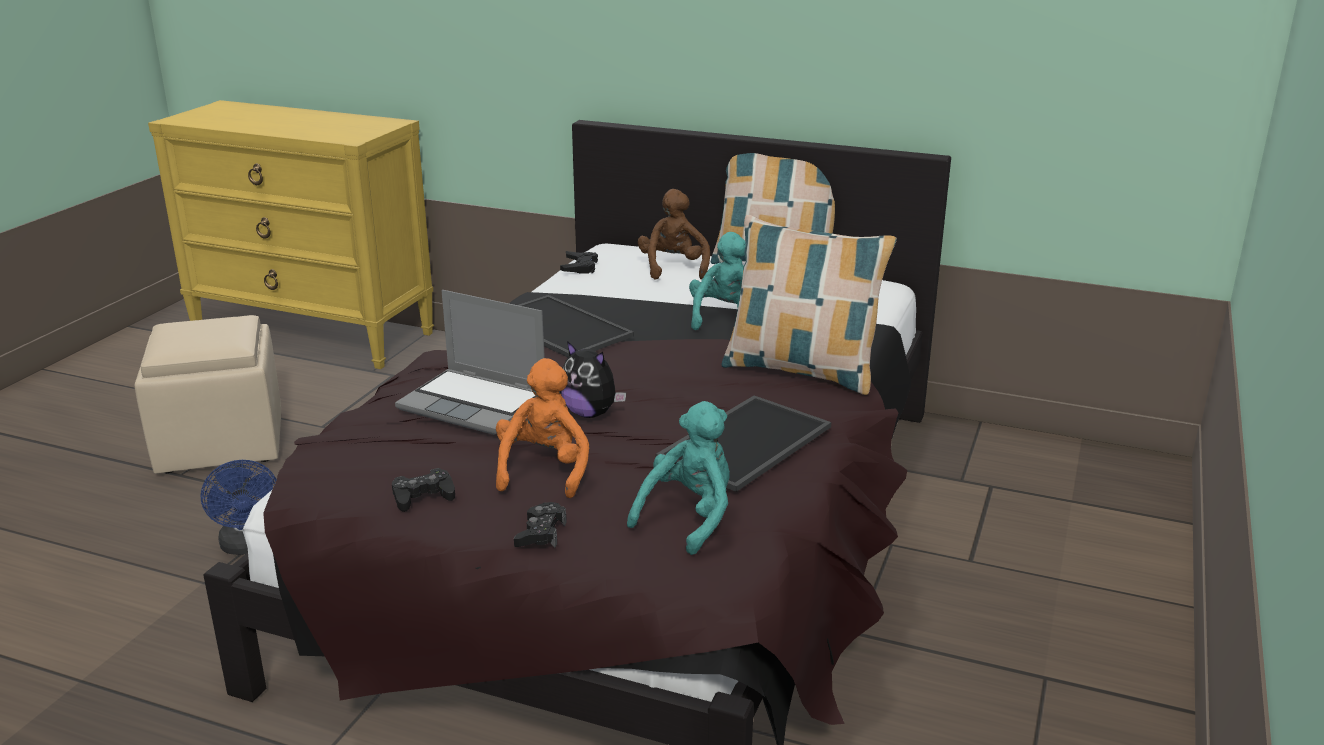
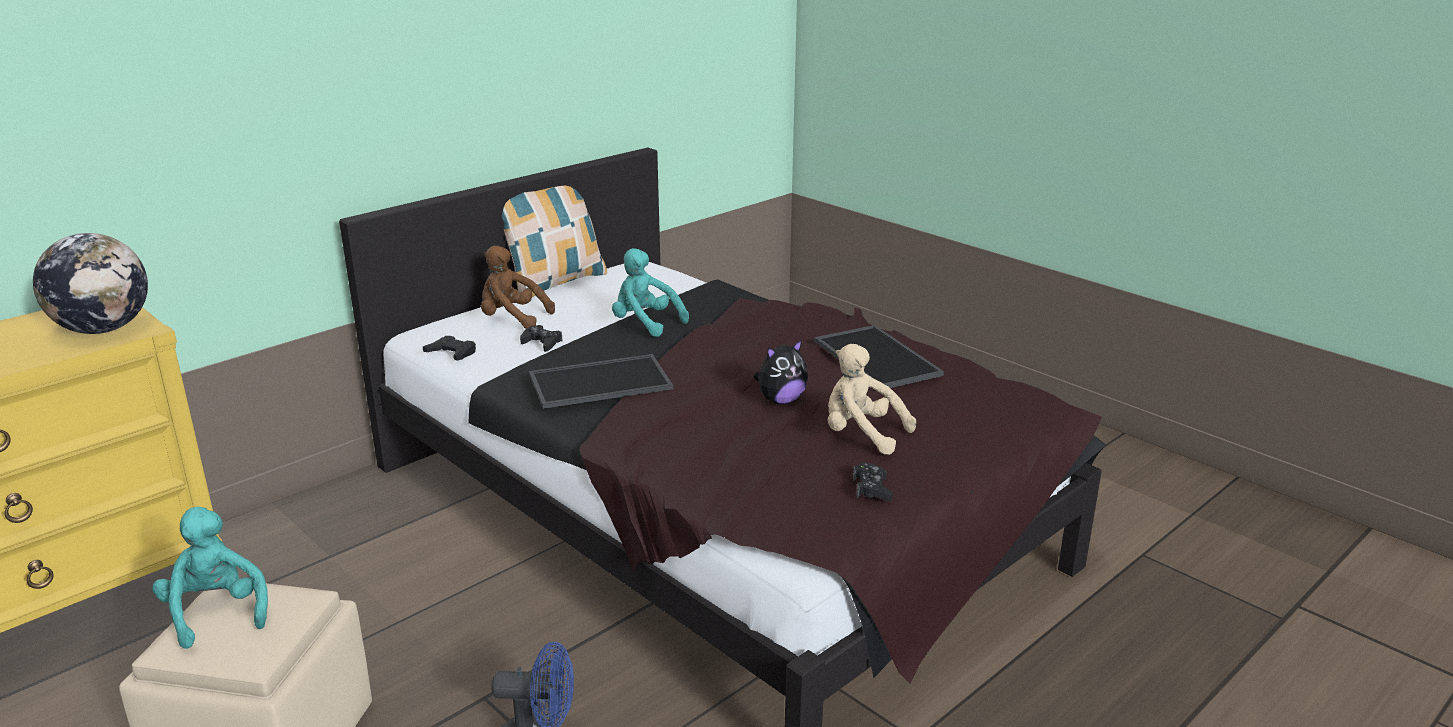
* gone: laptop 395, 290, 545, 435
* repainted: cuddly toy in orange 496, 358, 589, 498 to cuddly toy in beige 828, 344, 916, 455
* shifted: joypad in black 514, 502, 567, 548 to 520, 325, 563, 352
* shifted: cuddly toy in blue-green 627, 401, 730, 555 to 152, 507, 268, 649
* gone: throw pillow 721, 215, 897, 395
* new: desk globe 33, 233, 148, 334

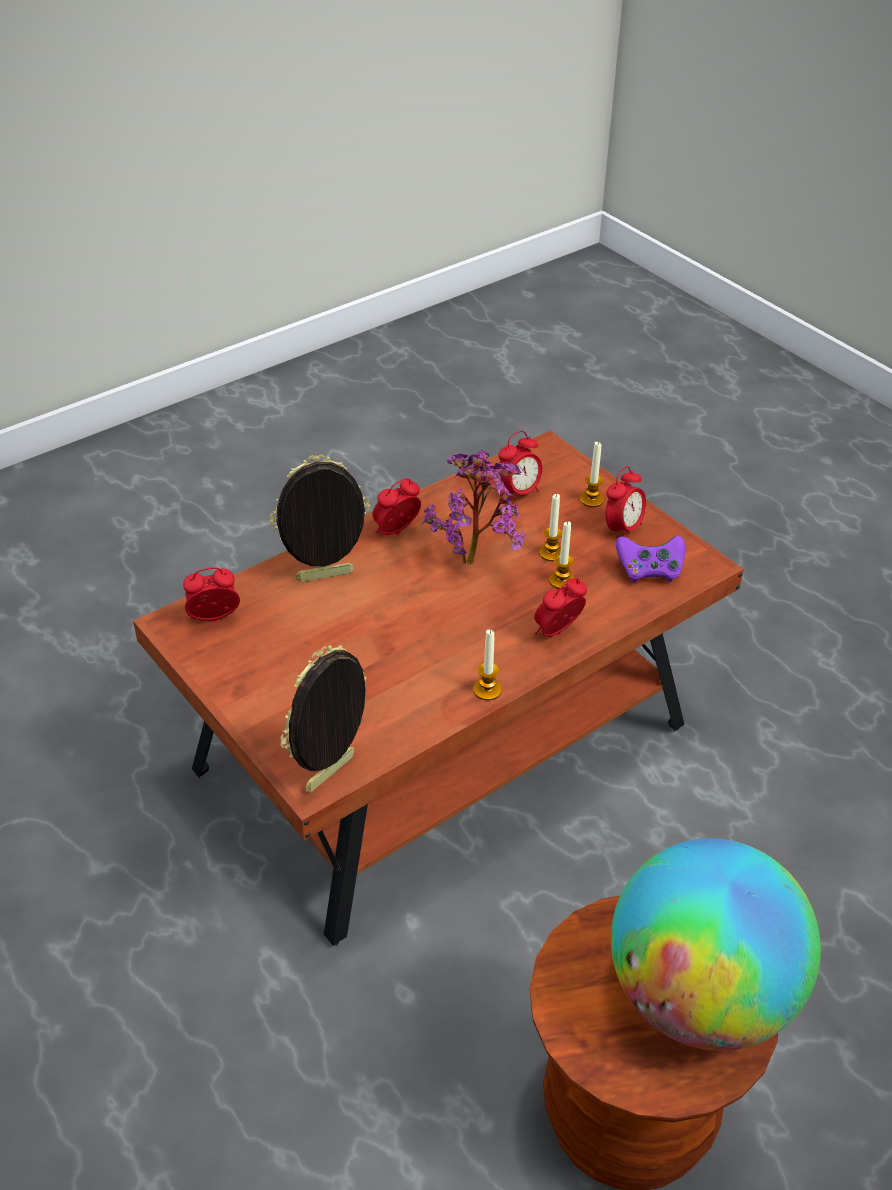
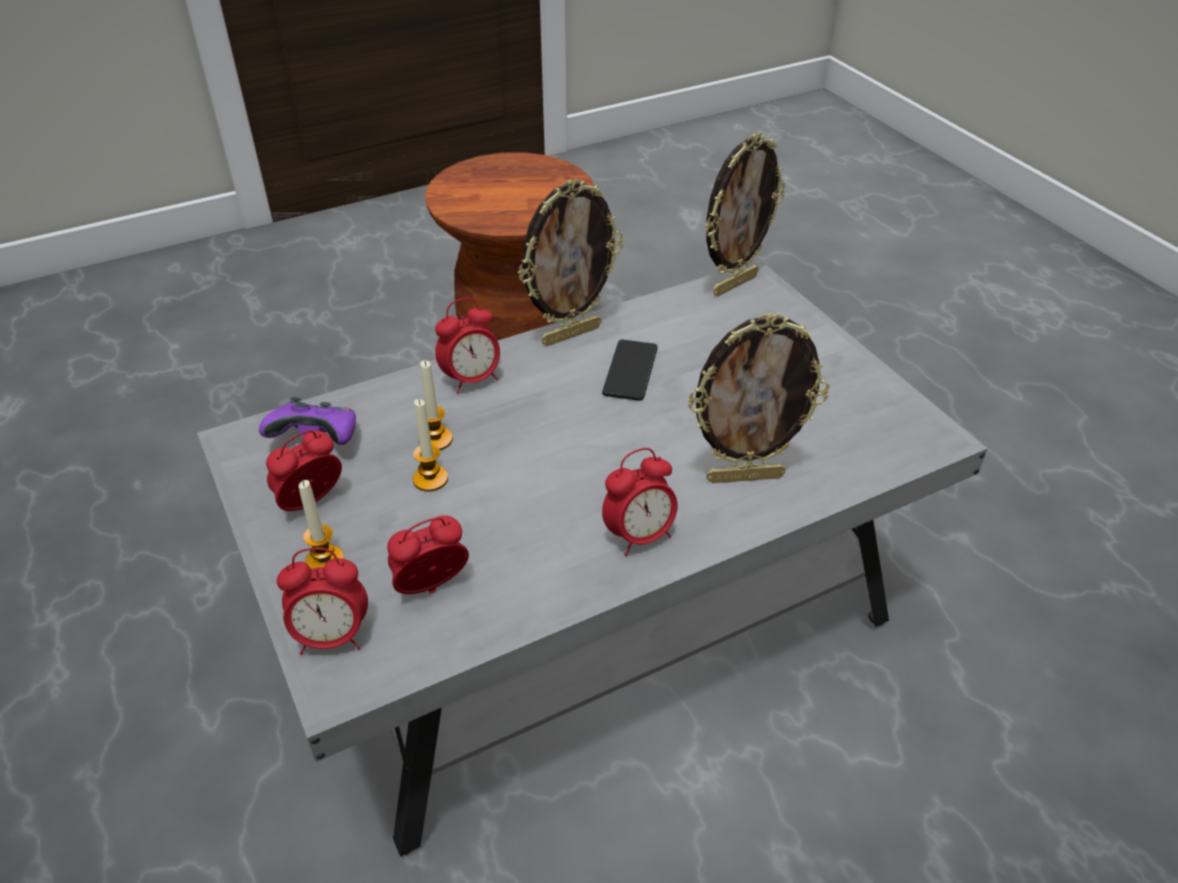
* repainted: coffee table in brown-coloured 133, 430, 744, 945 to coffee table in greyish 197, 260, 988, 857
* shifted: table clock 183, 567, 240, 623 to 277, 548, 368, 655
* gone: plant in a pot 422, 450, 526, 564
* swapped: wax candle 473, 630, 502, 700 to picture frame 518, 179, 623, 346
* gone: desk globe 611, 838, 821, 1051
* new: handset 602, 340, 658, 401

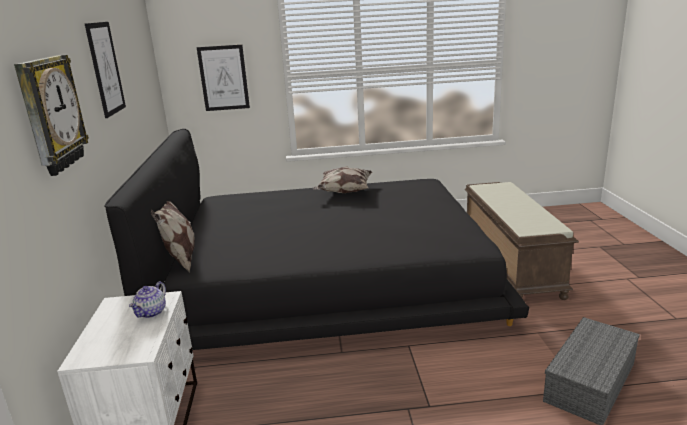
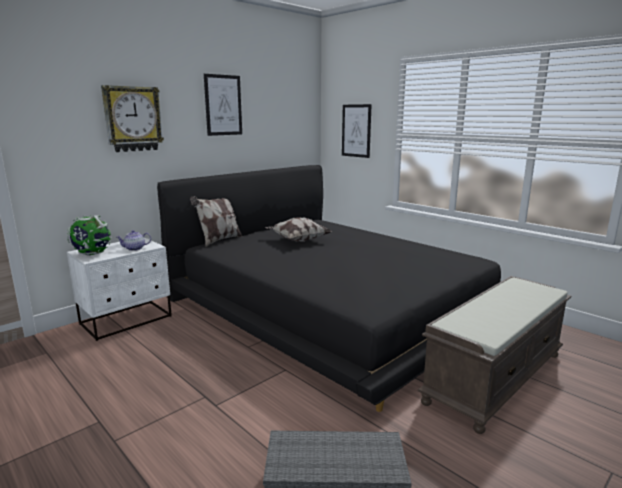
* shifted: throw pillow 313, 166, 372, 193 to 265, 217, 332, 242
* new: desk globe 67, 215, 112, 256

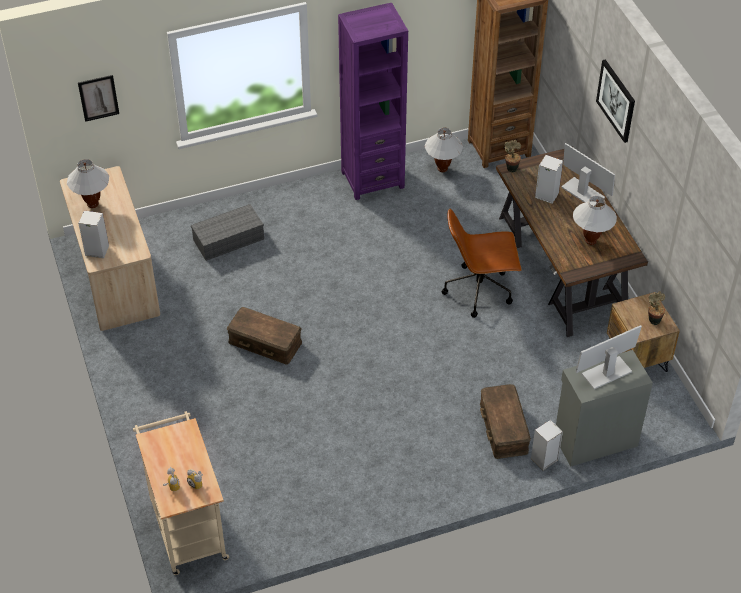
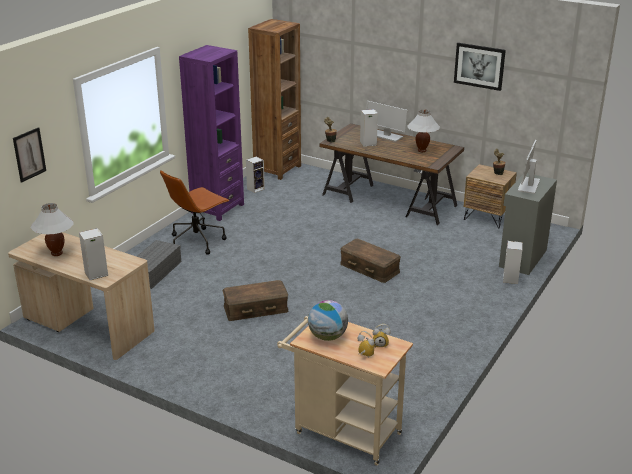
* swapped: table lamp in whitish 424, 128, 463, 172 to loudspeaker 246, 156, 265, 193
* shifted: desk chair in brown-coloured 441, 208, 522, 318 to 160, 170, 230, 255
* shifted: storage bin in brown-coloured 480, 384, 531, 459 to 340, 239, 401, 283
* rotated: monitor 561, 143, 615, 206 = 366, 101, 408, 142 150 degrees counterclockwise
* shifted: wall art 596, 59, 635, 143 to 454, 43, 506, 91
* new: desk globe 308, 300, 348, 341

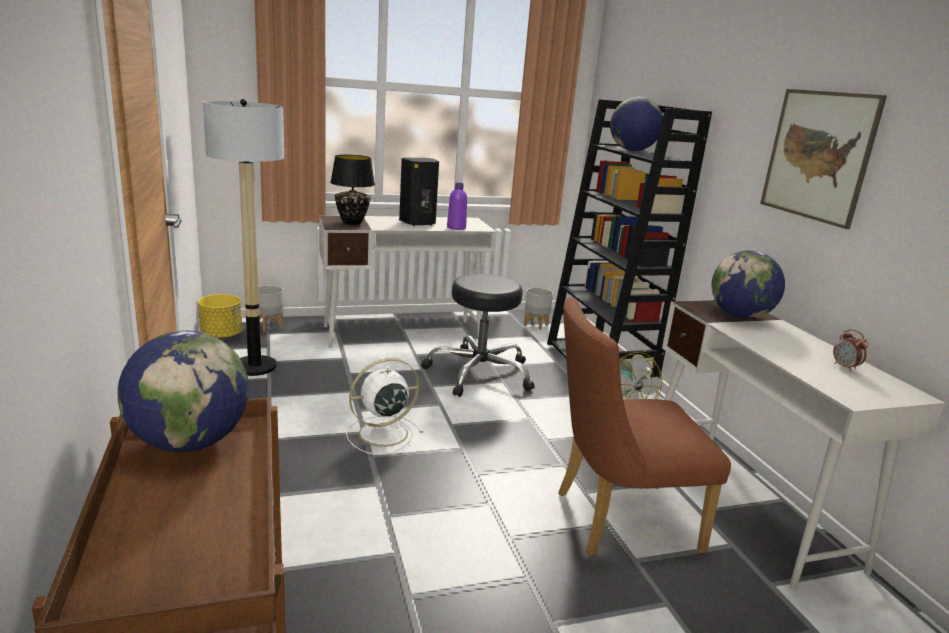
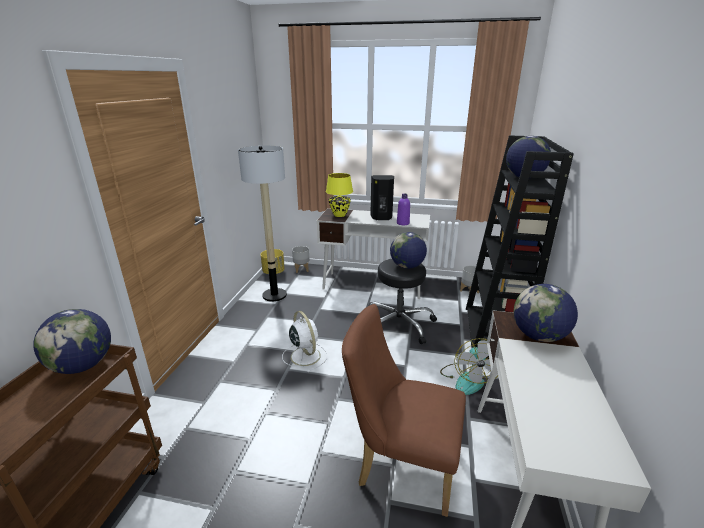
* repainted: table lamp in black 330, 155, 375, 225 to table lamp in yellow 326, 173, 353, 217
* rotated: cooling fan in whitish 346, 358, 423, 455 = 282, 311, 327, 372 60 degrees clockwise
* gone: wall art 760, 89, 887, 229
* gone: table clock 833, 329, 868, 371
* new: desk globe 390, 232, 427, 269

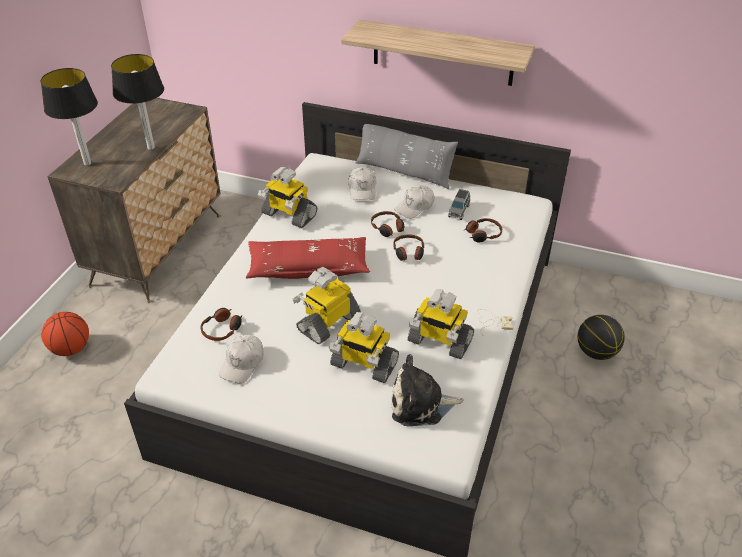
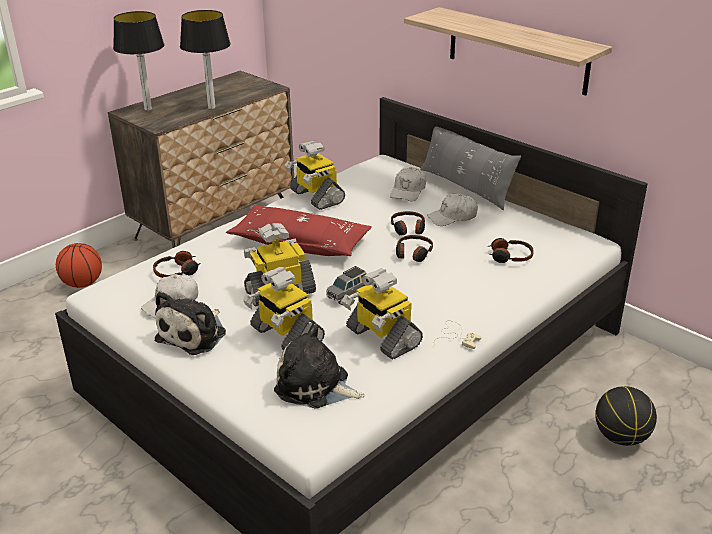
* shifted: toy car in greyish 448, 189, 470, 220 to 326, 266, 367, 305
* new: cuddly toy 155, 291, 226, 355

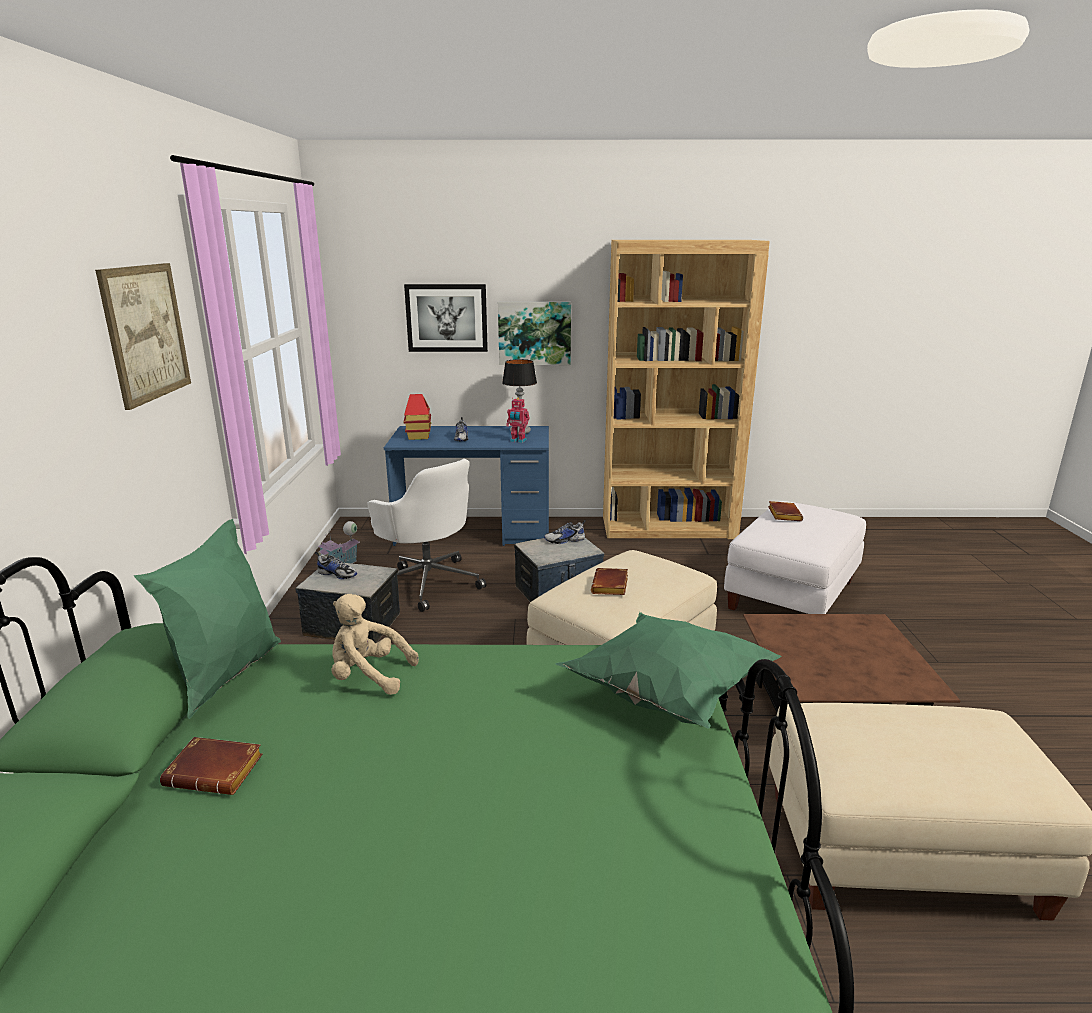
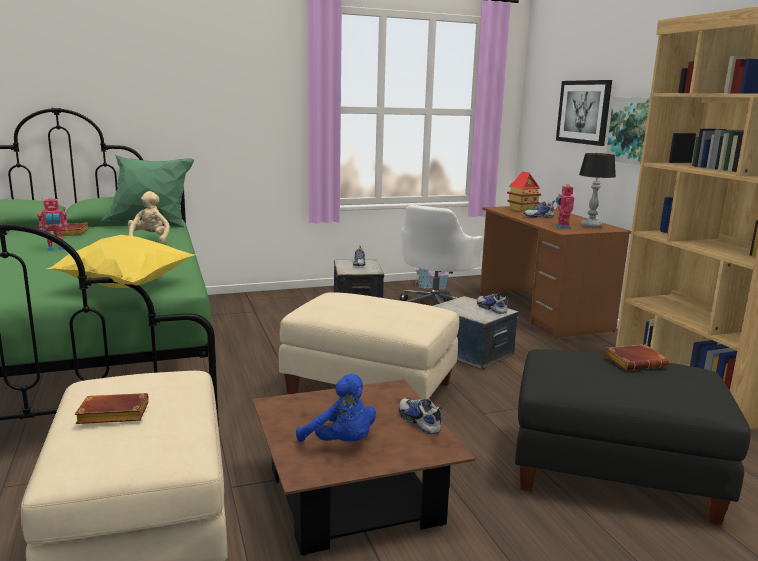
* gone: wall art 95, 263, 191, 410
* repainted: desk unit in bluish 384, 426, 549, 546 to desk unit in brown-coloured 480, 206, 631, 338
* repainted: throw pillow in green 555, 612, 781, 729 to throw pillow in yellow 47, 235, 194, 288
* shifted: bound book in brown-coloured 591, 568, 628, 595 to 75, 393, 149, 424
* repainted: ottoman in whitish 724, 501, 866, 614 to ottoman in black 515, 349, 751, 525
* new: toy robot 37, 197, 68, 251
* new: cuddly toy in bluish 296, 374, 376, 442
* new: low shoe 399, 398, 442, 434

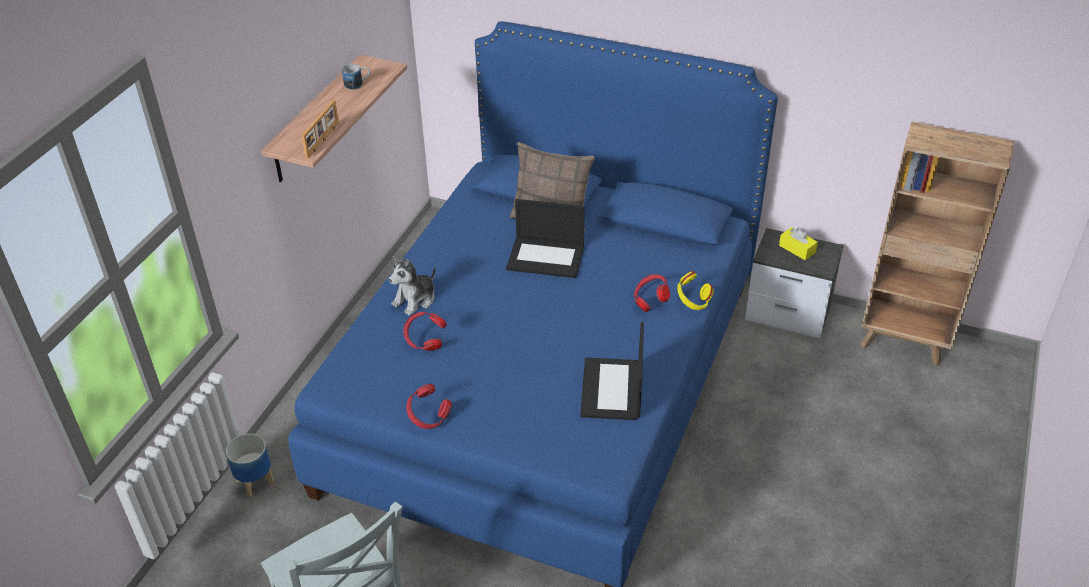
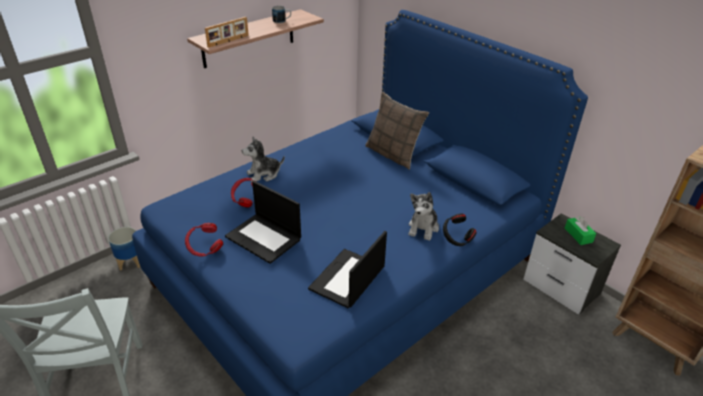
* shifted: laptop 506, 199, 584, 278 to 225, 181, 301, 264
* swapped: pair of headphones in red 634, 274, 670, 312 to cuddly toy 409, 192, 439, 241
* repainted: pair of headphones in yellow 677, 271, 714, 310 to pair of headphones in black 443, 213, 477, 246
* repainted: box of tissues in yellow 779, 227, 818, 260 to box of tissues in green 565, 216, 596, 245

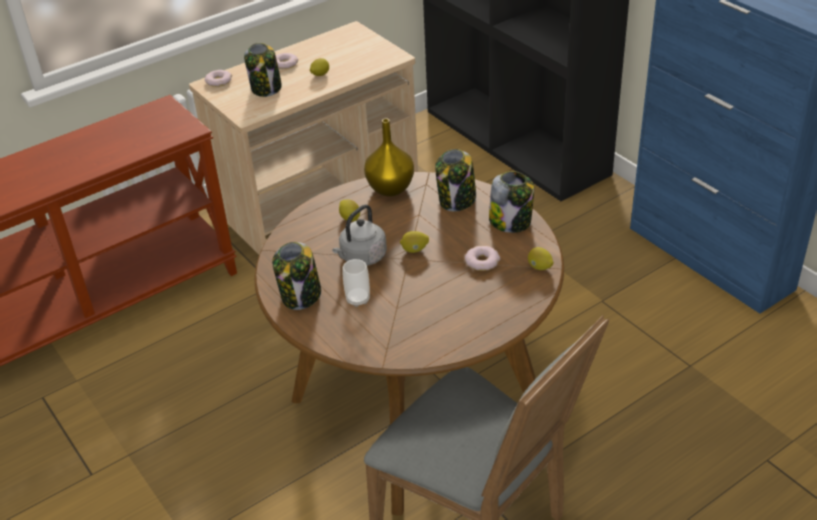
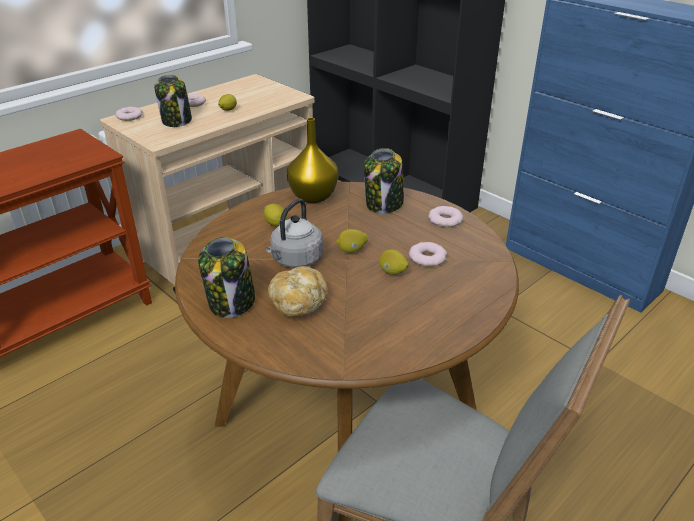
* swapped: cup 343, 259, 370, 307 to bread 268, 266, 328, 317
* swapped: jar 489, 171, 534, 233 to ring doughnut 428, 206, 463, 228
* shifted: citrus fruit 528, 247, 554, 270 to 379, 250, 409, 275

